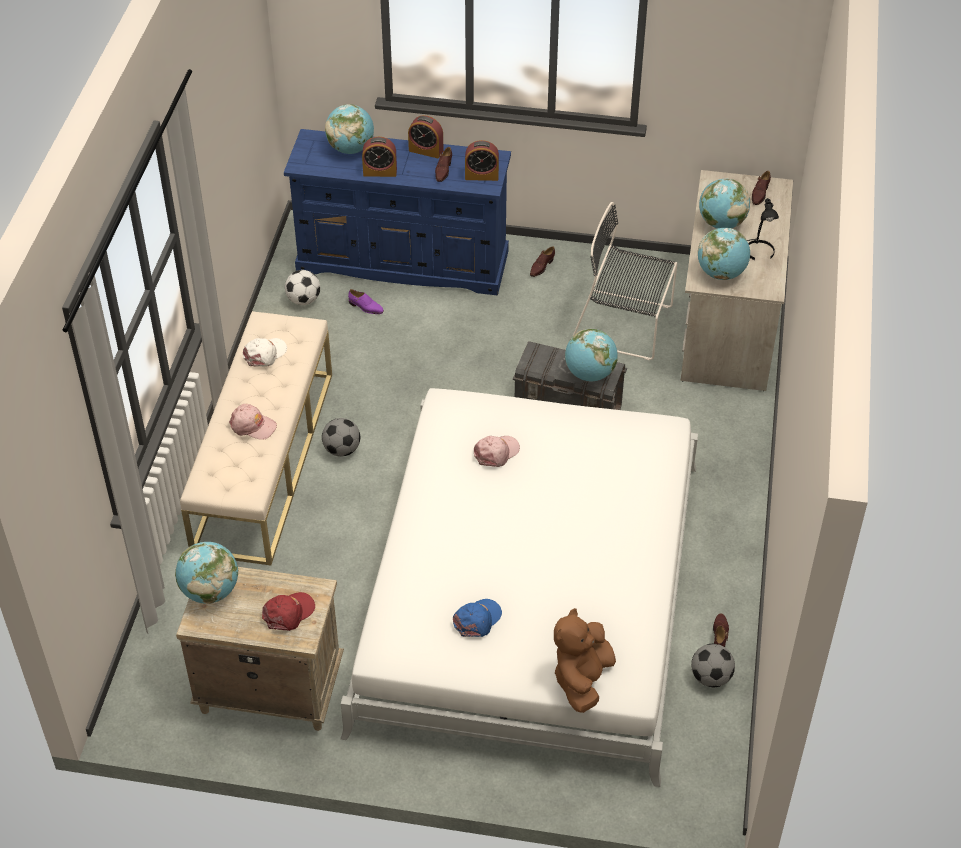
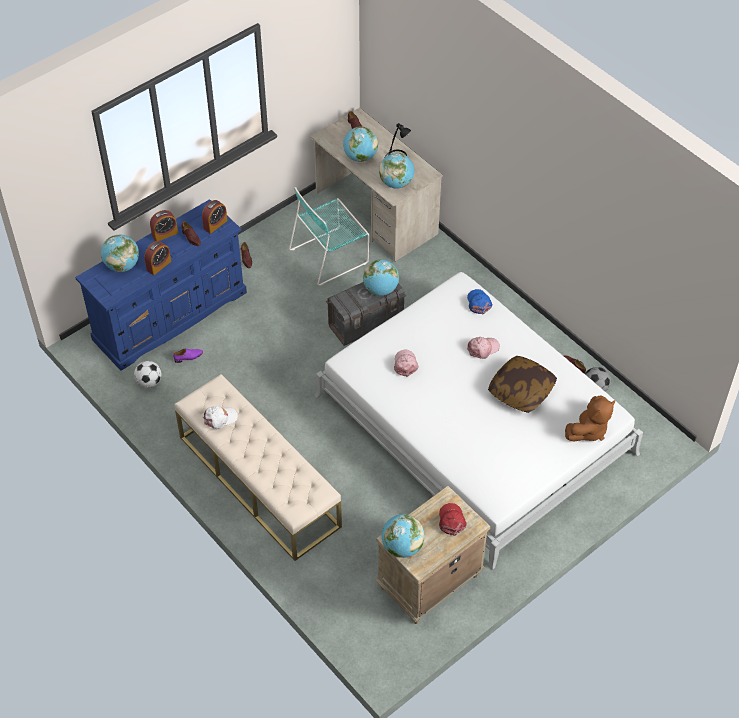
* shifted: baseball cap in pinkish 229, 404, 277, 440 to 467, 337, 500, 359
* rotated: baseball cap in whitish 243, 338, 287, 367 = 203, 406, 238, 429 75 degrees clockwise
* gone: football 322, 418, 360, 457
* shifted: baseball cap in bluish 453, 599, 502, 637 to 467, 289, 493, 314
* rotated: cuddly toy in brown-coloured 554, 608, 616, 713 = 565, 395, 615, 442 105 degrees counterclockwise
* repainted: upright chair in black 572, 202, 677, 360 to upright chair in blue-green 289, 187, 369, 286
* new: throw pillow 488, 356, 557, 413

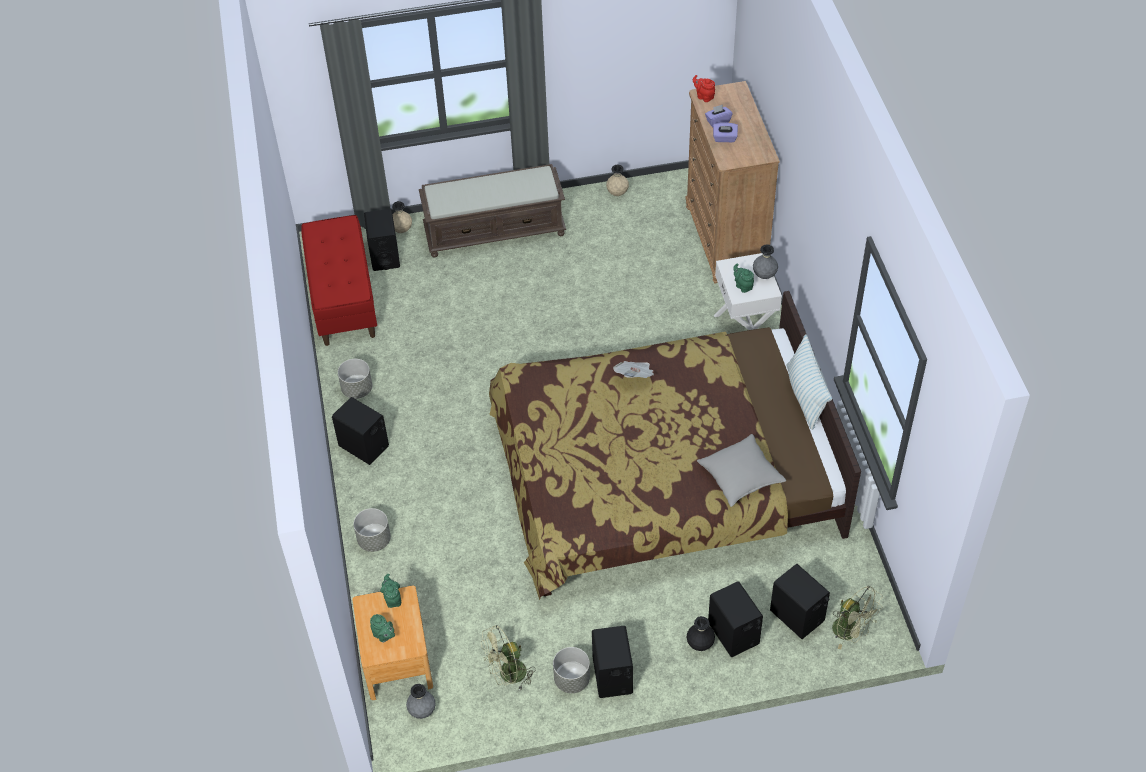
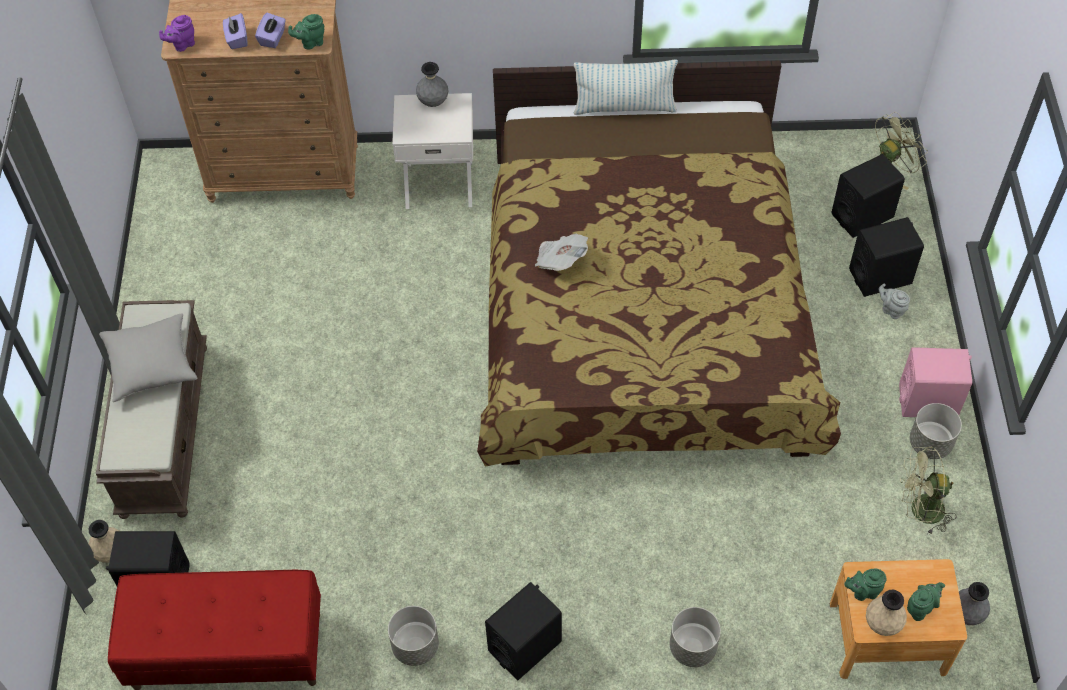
* rotated: cooling fan in green 481, 625, 536, 690 = 900, 447, 956, 536 105 degrees clockwise
* repainted: loudspeaker in black 592, 626, 633, 698 to loudspeaker in pinkish 899, 347, 972, 417
* shifted: vase in beige 606, 165, 629, 196 to 866, 590, 907, 636
* swapped: vase in black 687, 616, 715, 651 to teapot in greyish 878, 284, 910, 319
* repainted: teapot in red 693, 75, 715, 102 to teapot in purple 159, 15, 195, 52
* shifted: throw pillow in greyish 697, 434, 786, 507 to 99, 314, 197, 402
* shifted: teapot in green 733, 263, 754, 293 to 288, 14, 324, 50

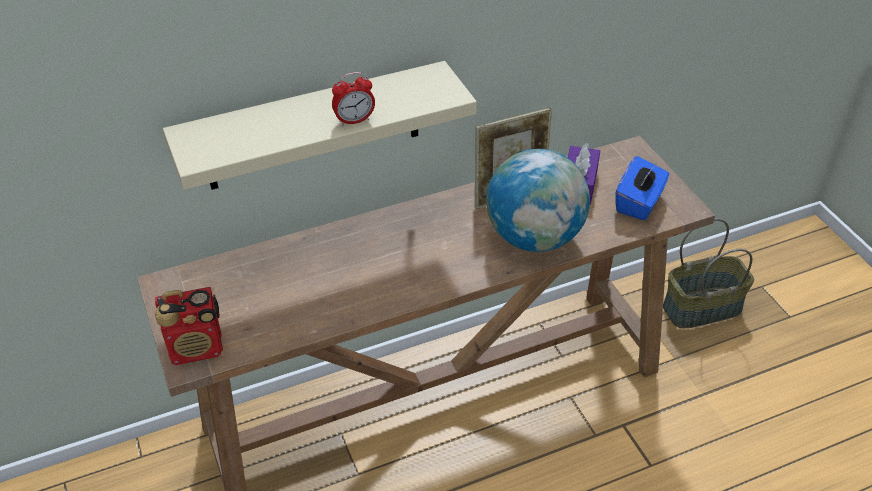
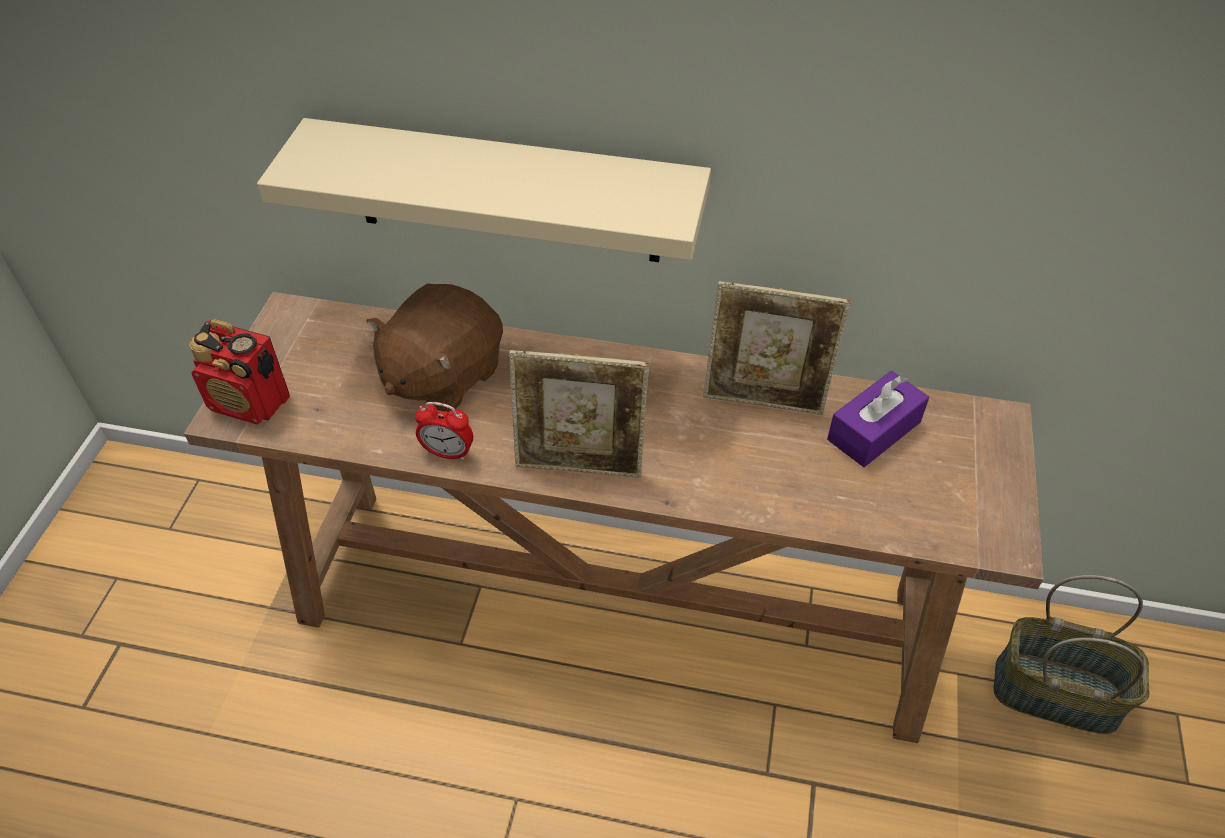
* shifted: table clock 332, 72, 375, 126 to 415, 402, 473, 461
* gone: desk globe 486, 149, 590, 252
* gone: box of tissues in bluish 615, 156, 669, 220
* new: cuddly toy in brown-coloured 366, 283, 503, 412
* new: picture frame 509, 350, 649, 477

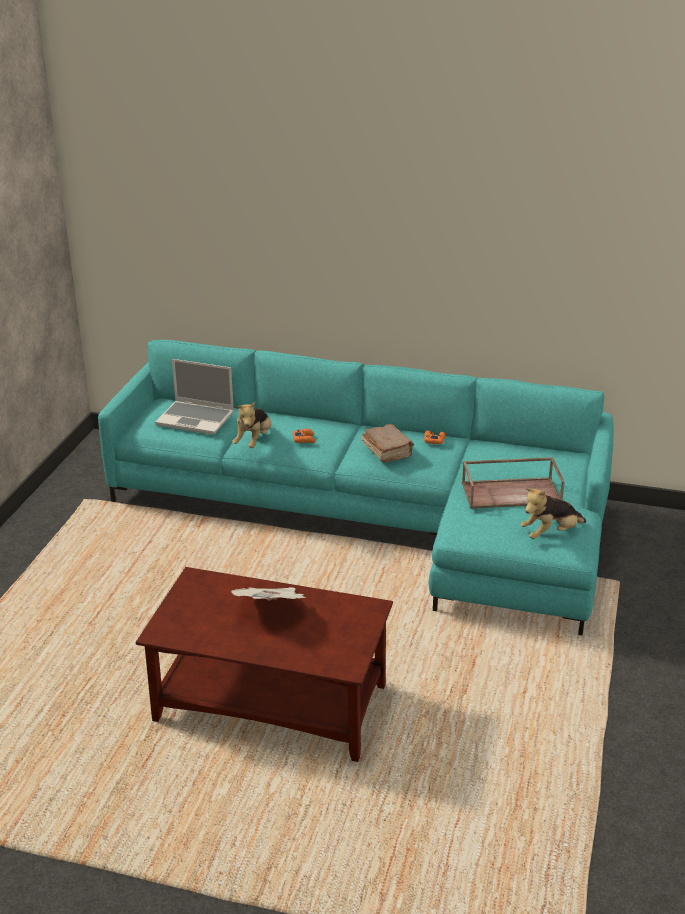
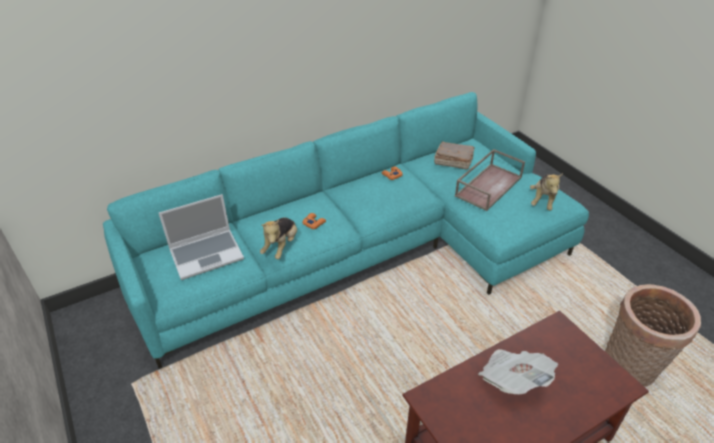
* rotated: cuddly toy 232, 402, 271, 448 = 260, 218, 297, 259 45 degrees clockwise
* shifted: bound book in brown-coloured 362, 424, 414, 463 to 434, 141, 475, 170
* new: storage basket 605, 284, 701, 387

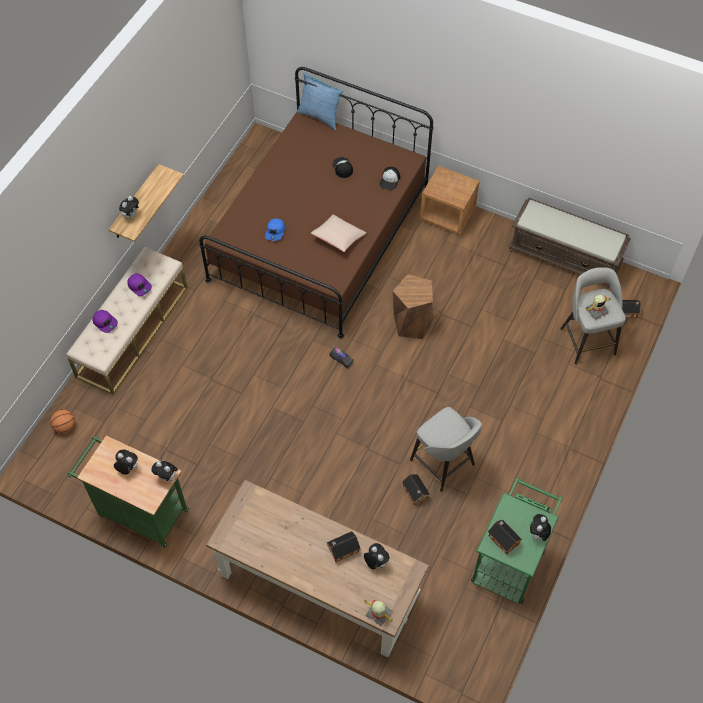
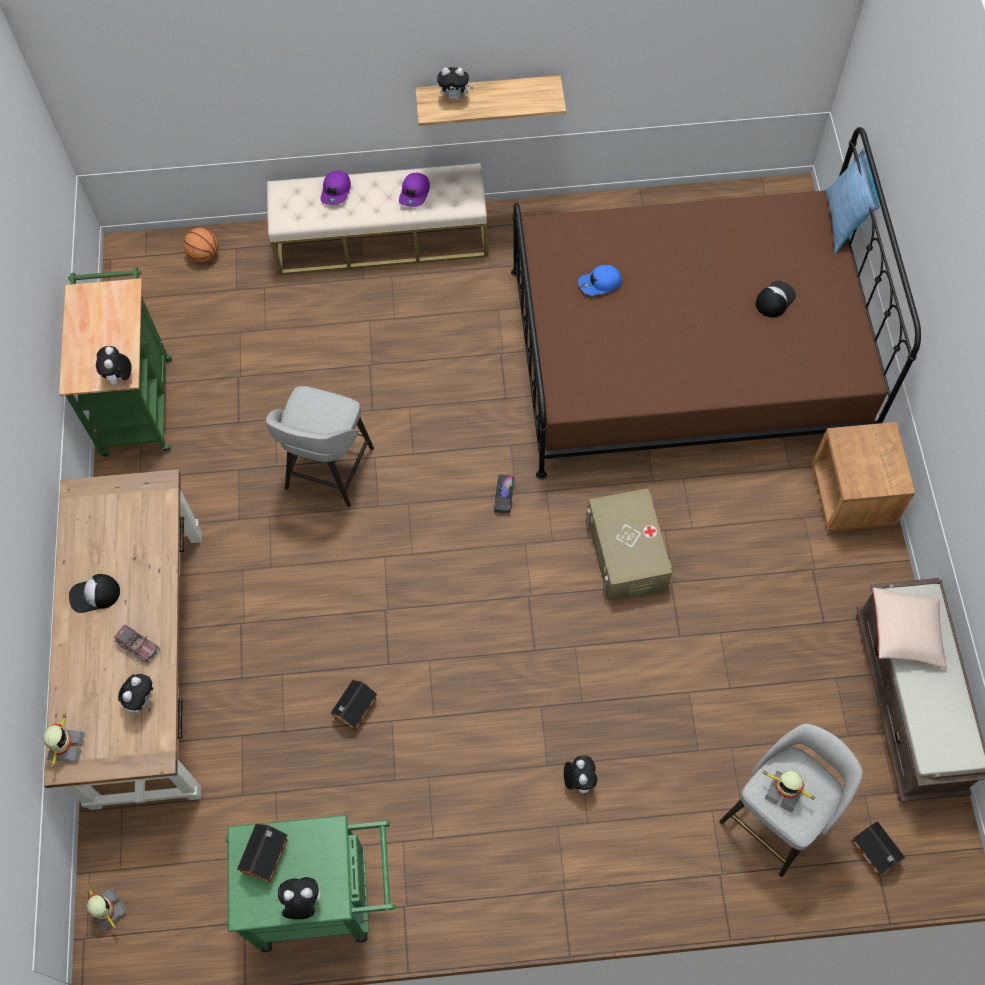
* shifted: cuddly toy 114, 450, 138, 475 to 564, 755, 597, 794
* shifted: throw pillow in beige 311, 215, 366, 252 to 873, 588, 947, 668
* swapped: miniature house 326, 531, 361, 562 to toy truck 114, 625, 160, 663
* shifted: baseball cap 379, 167, 400, 190 to 69, 574, 120, 613
* swapped: sitting stool in brown-coloured 393, 274, 433, 339 to storage bin in beige 586, 488, 672, 601
* shifted: sitting stool in greyish 410, 407, 482, 492 to 266, 386, 374, 507
* new: toy robot 86, 887, 128, 932

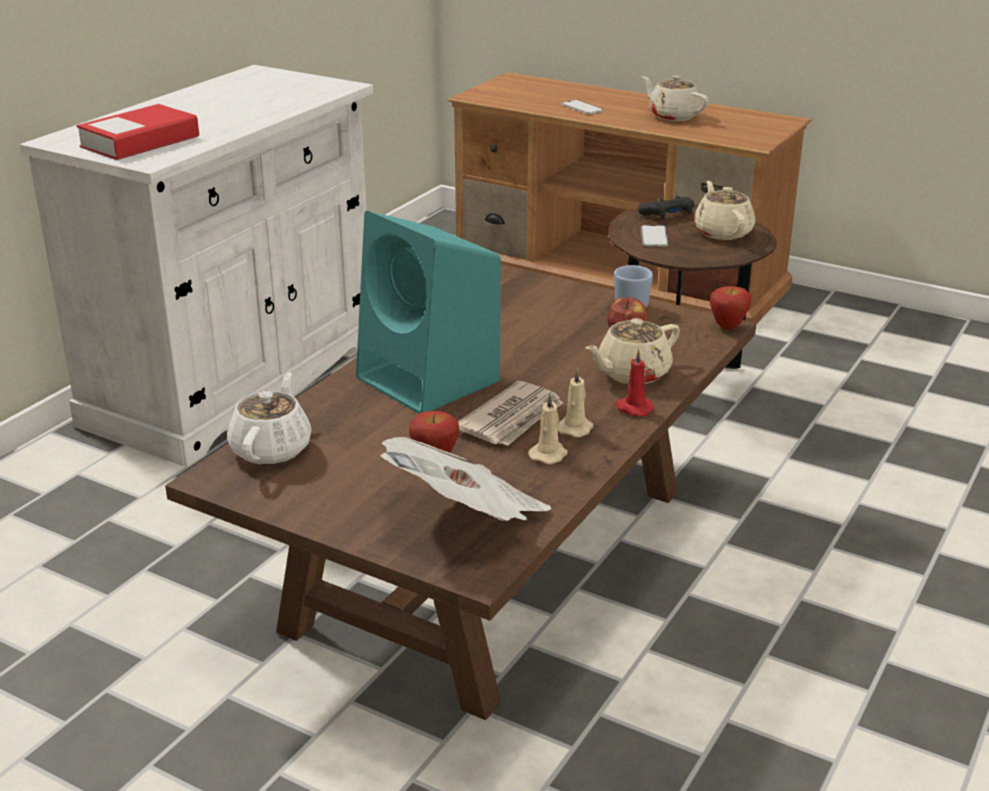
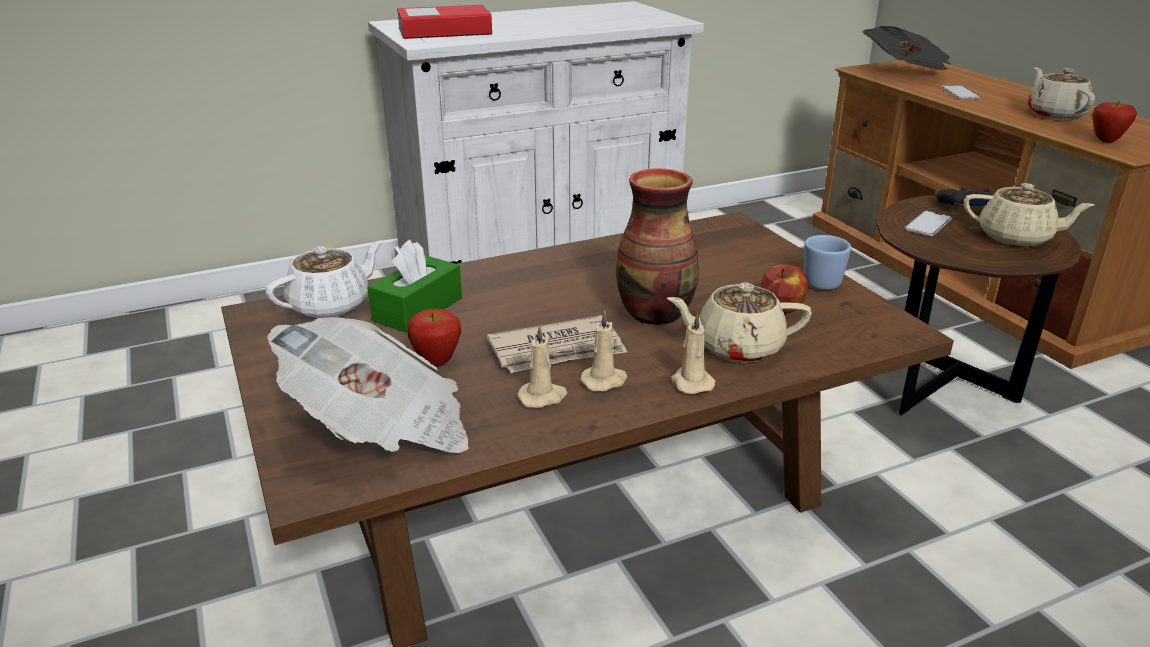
* gone: loudspeaker in blue-green 356, 211, 501, 414
* repainted: wax candle in red 615, 349, 654, 416 to wax candle in beige 671, 312, 715, 394
* rotated: teapot in beige 694, 181, 755, 240 = 964, 183, 1095, 247 90 degrees clockwise
* shifted: apple fruit 710, 286, 751, 330 to 1092, 102, 1137, 143
* new: box of tissues in green 367, 240, 462, 333
* new: vase 616, 168, 699, 325
* new: printed paper 863, 26, 951, 70

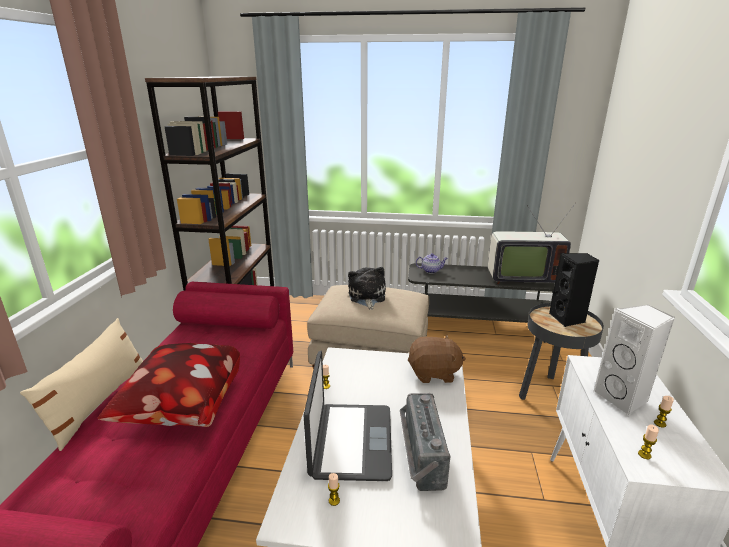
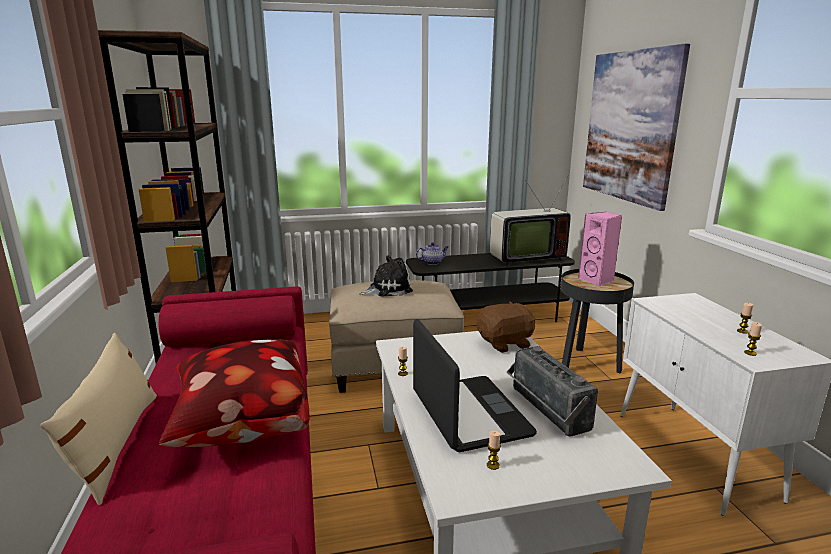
* rotated: cuddly toy 348, 267, 386, 310 = 359, 255, 413, 296 90 degrees clockwise
* repainted: loudspeaker in black 549, 253, 599, 327 to loudspeaker in pinkish 578, 212, 622, 286
* gone: loudspeaker in whitish 593, 305, 675, 416
* new: wall art 583, 44, 690, 211

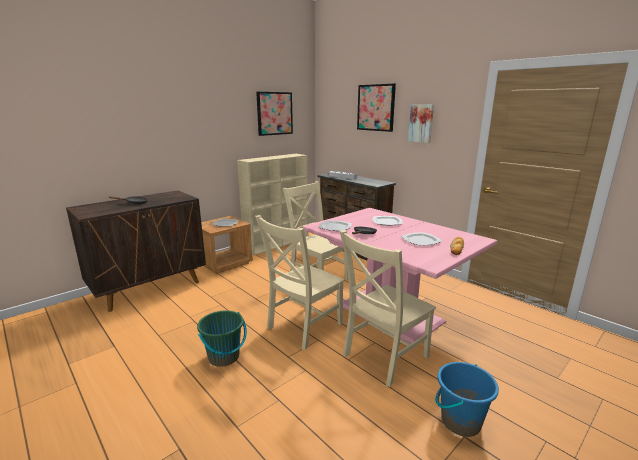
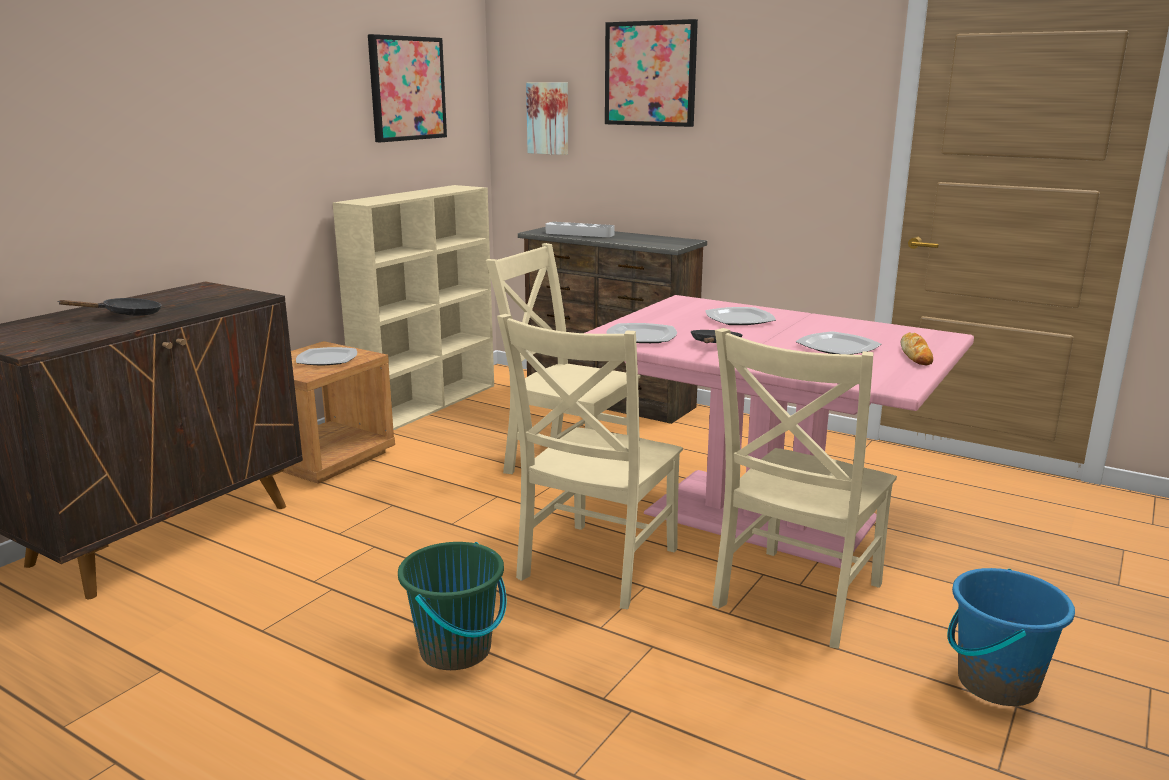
* shifted: wall art 408, 104, 434, 143 to 526, 82, 568, 155

